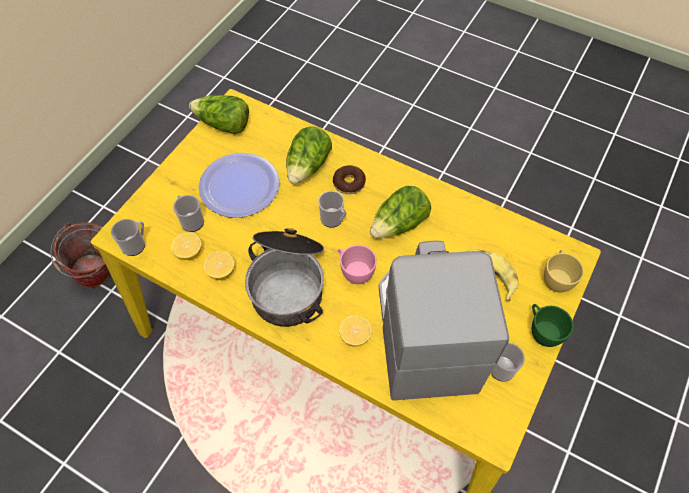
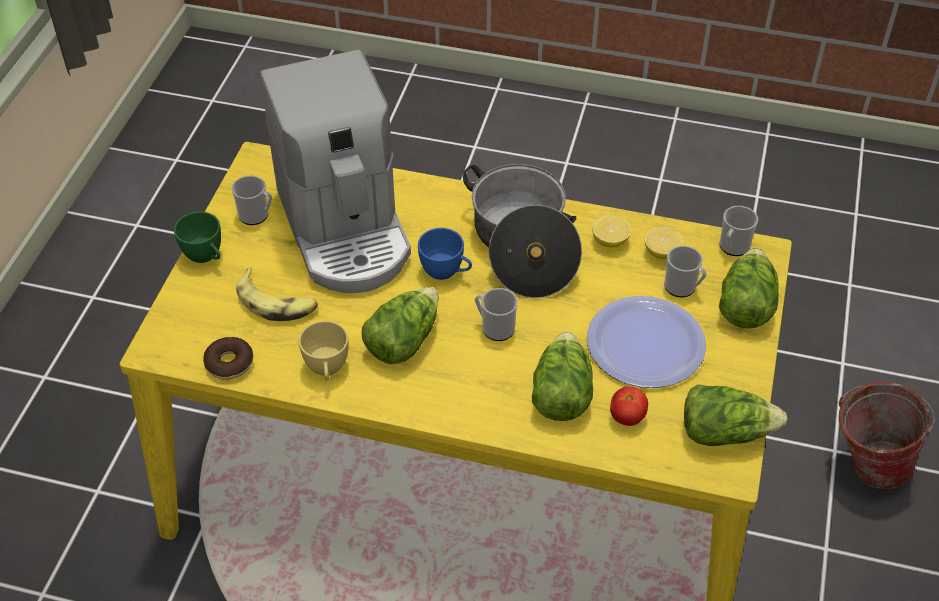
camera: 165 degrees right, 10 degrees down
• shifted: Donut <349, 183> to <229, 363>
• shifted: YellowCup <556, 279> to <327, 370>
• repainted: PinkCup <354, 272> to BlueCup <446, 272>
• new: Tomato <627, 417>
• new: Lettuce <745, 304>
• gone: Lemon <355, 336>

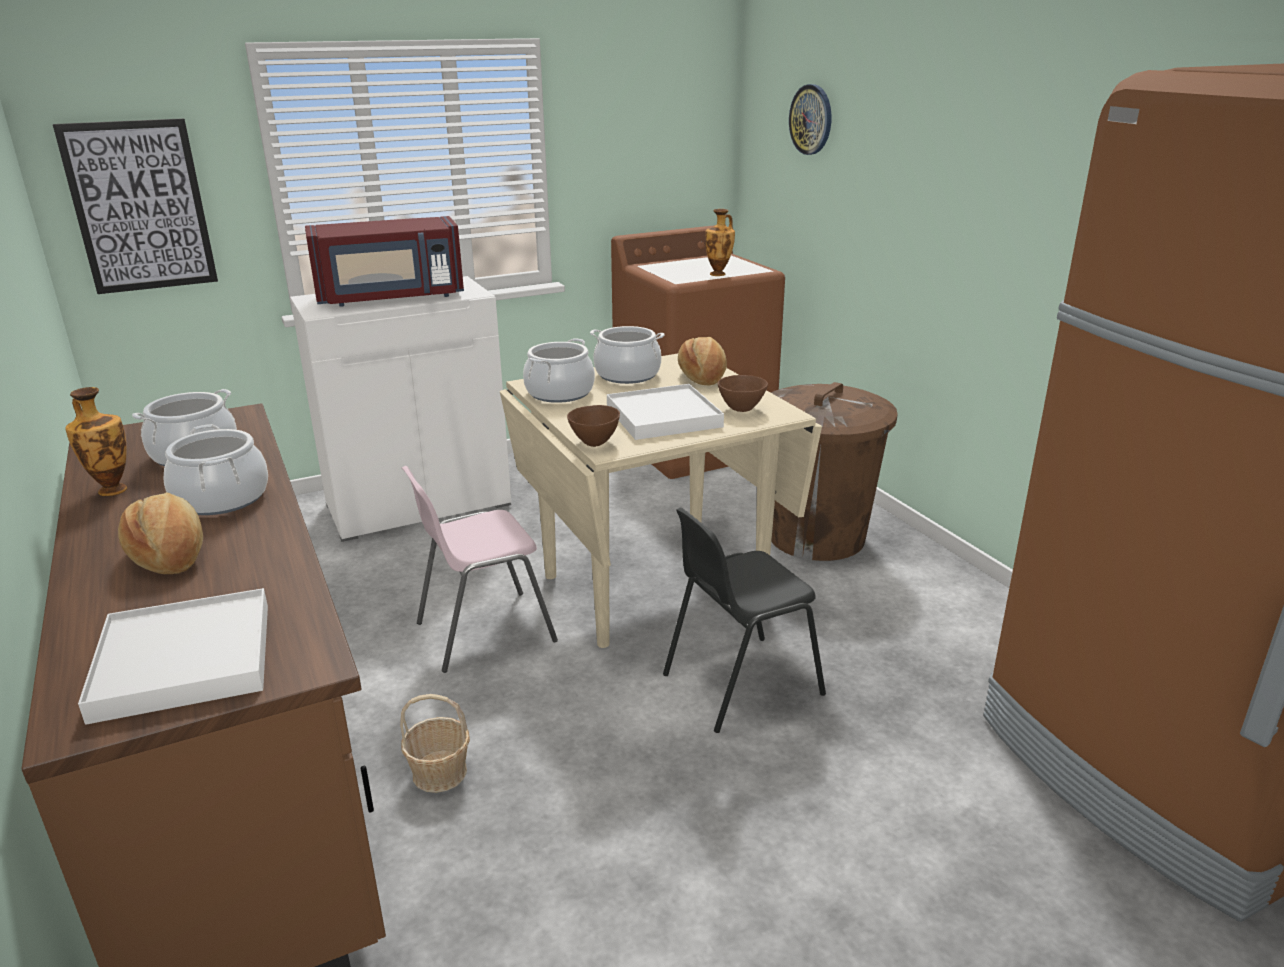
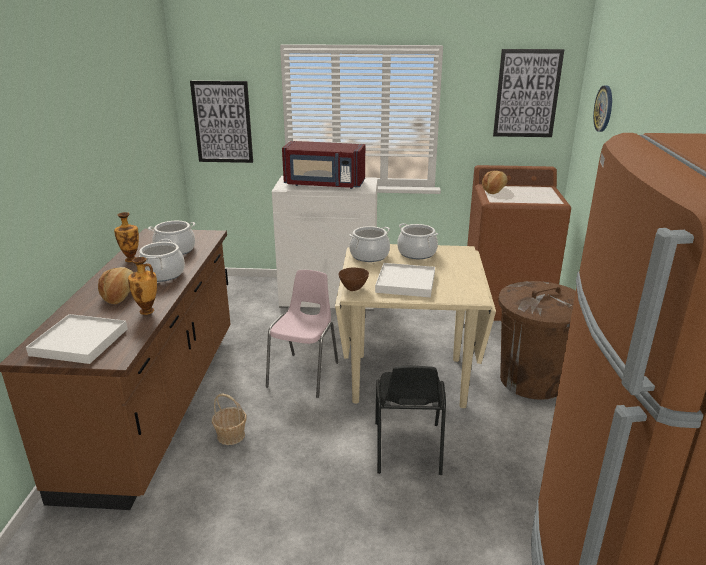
camera: 30 degrees right, 0 degrees up
• shifted: Vase <719, 274> to <147, 311>
• rotated: PinkChair <483, 631> = <304, 374> 105 degrees clockwise
• rotated: BlackChair <739, 683> = <407, 448> 90 degrees counterclockwise
• shifted: Bread <703, 376> to <494, 190>
• new: Picture <527, 94>
• gone: BrownBowl <741, 409>

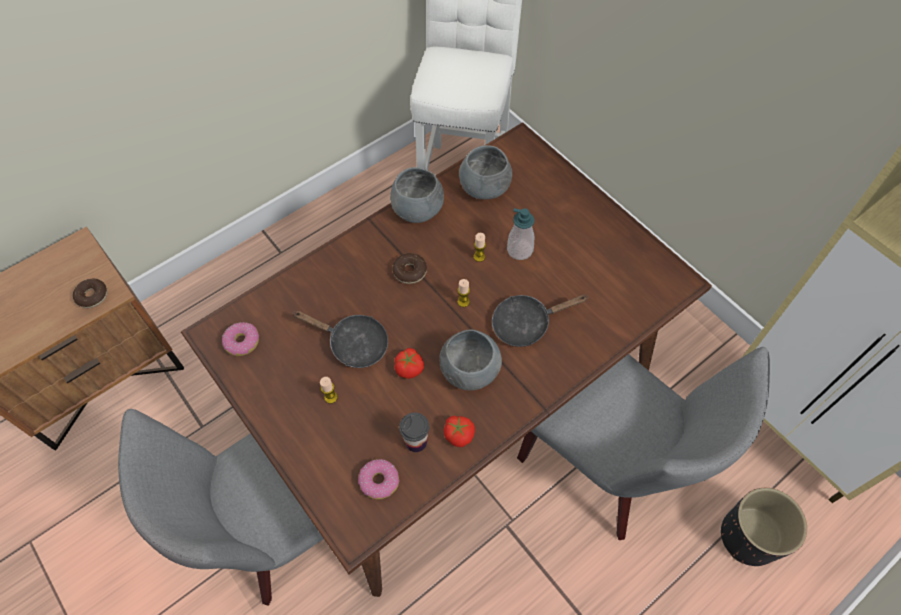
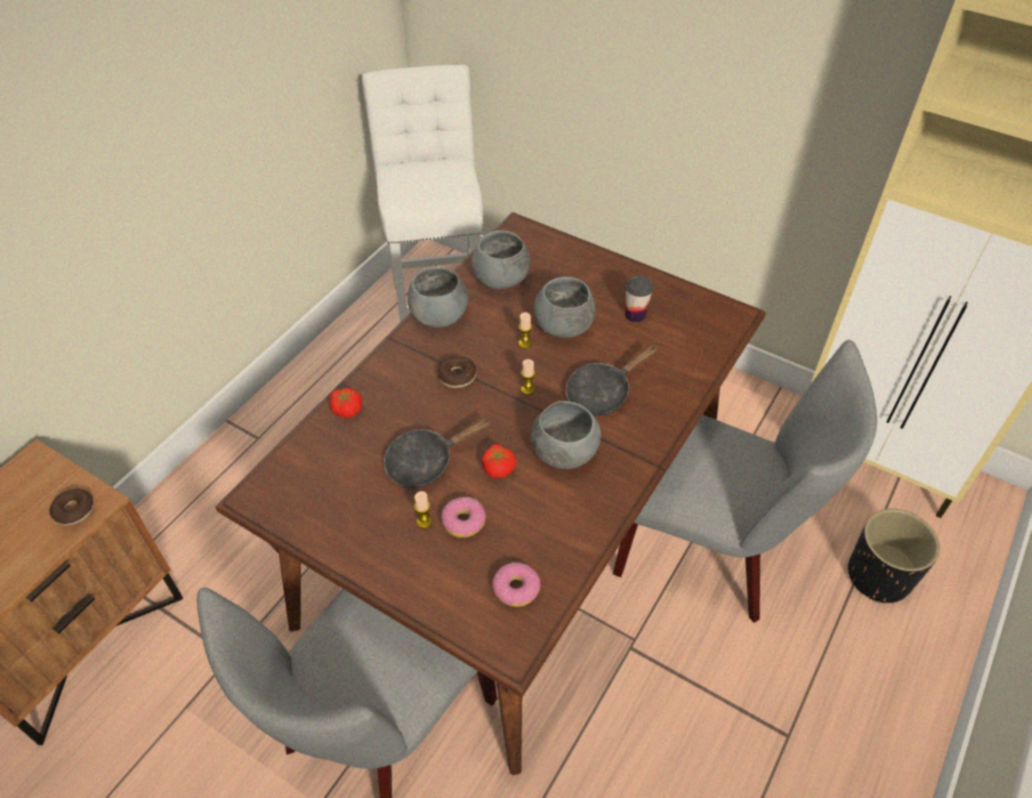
camera: 20 degrees left, 10 degrees down
• shifted: Tomato <459, 434> to <347, 409>
• rotated: BlackFryingPan <353, 344> = <426, 462> 150 degrees clockwise
• shifted: Donut <242, 342> to <464, 522>
• swapped: SoapDispenser <519, 250> to GreyBowl <564, 327>
• shifted: Cup <416, 442> to <635, 315>

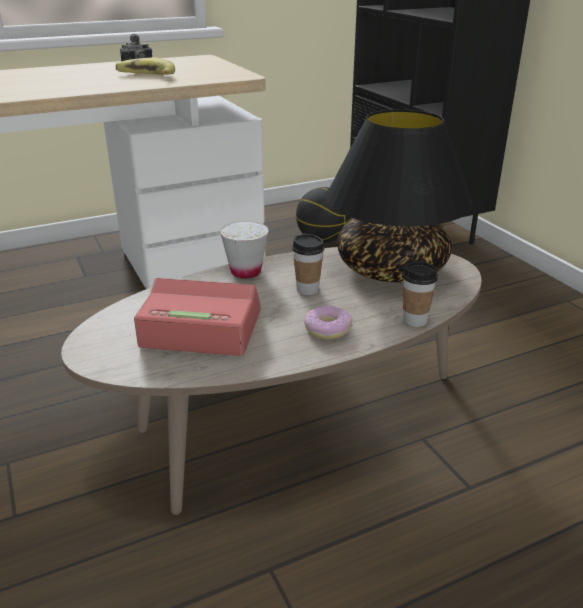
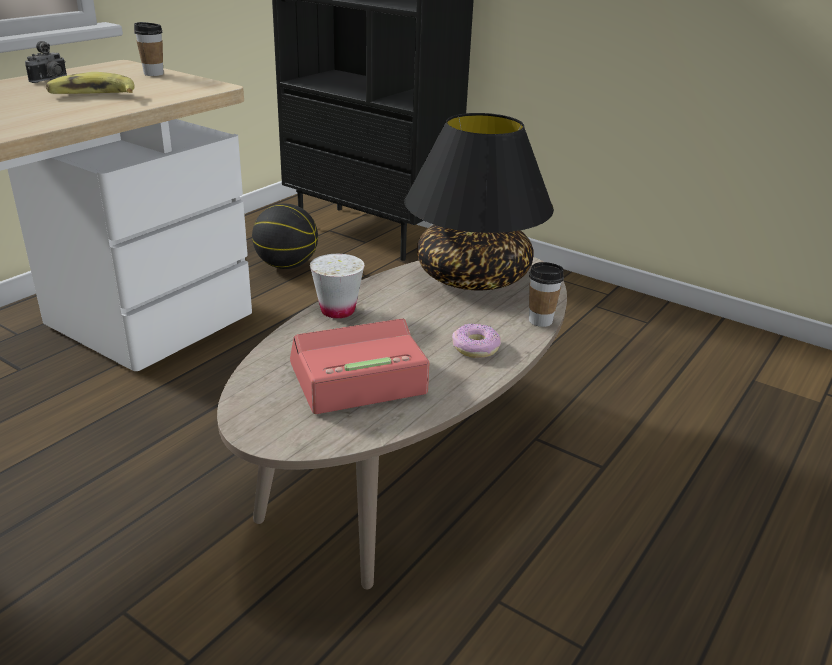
camera: 30 degrees left, 0 degrees up
• shifted: Cup <307, 290> to <153, 74>

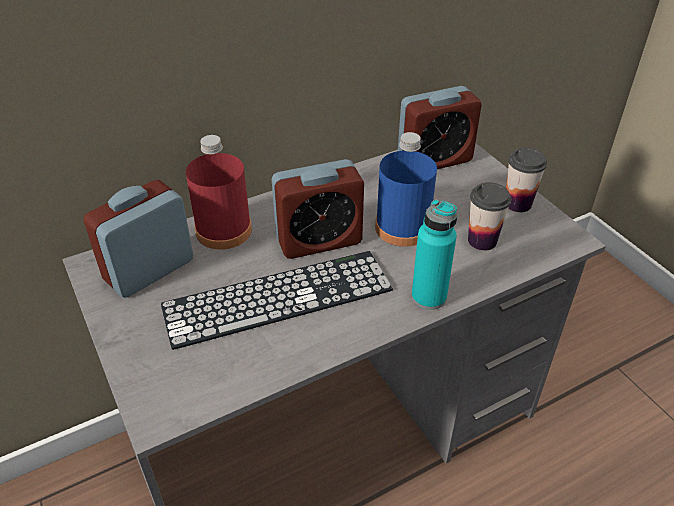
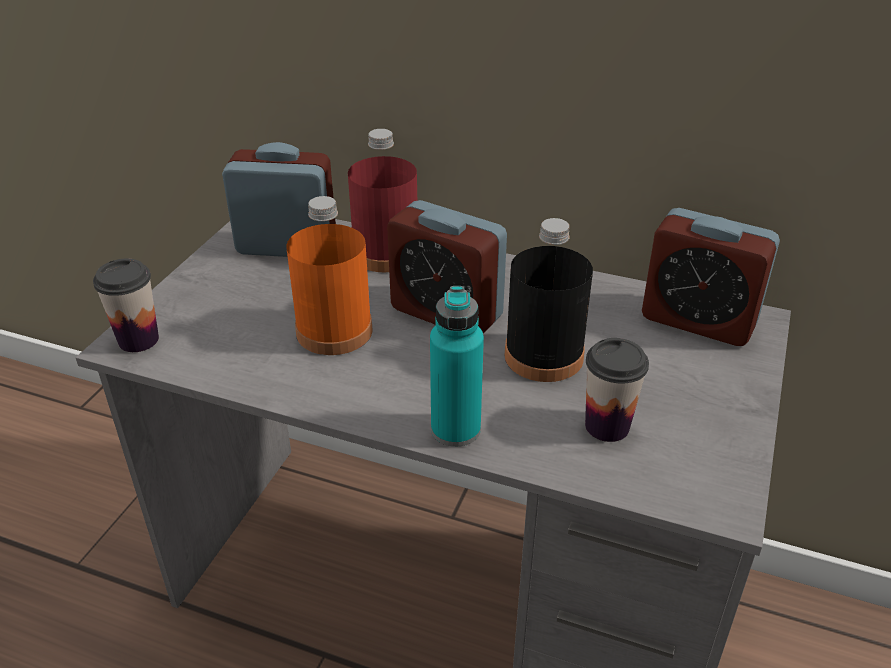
camera: 50 degrees right, 5 degrees down
• shifted: Cup <517, 203> to <138, 340>
• swapped: Keyboard <278, 297> to OrangeBottle <334, 331>
• repainted: BlueBottle <402, 228> to BlackBottle <543, 356>

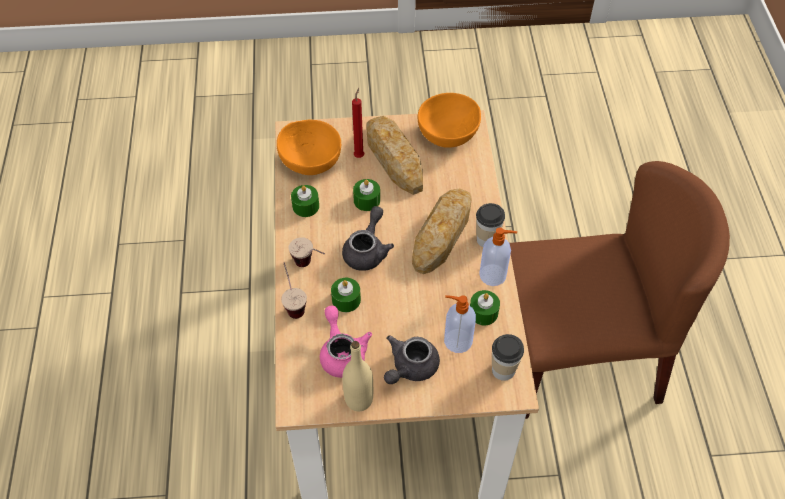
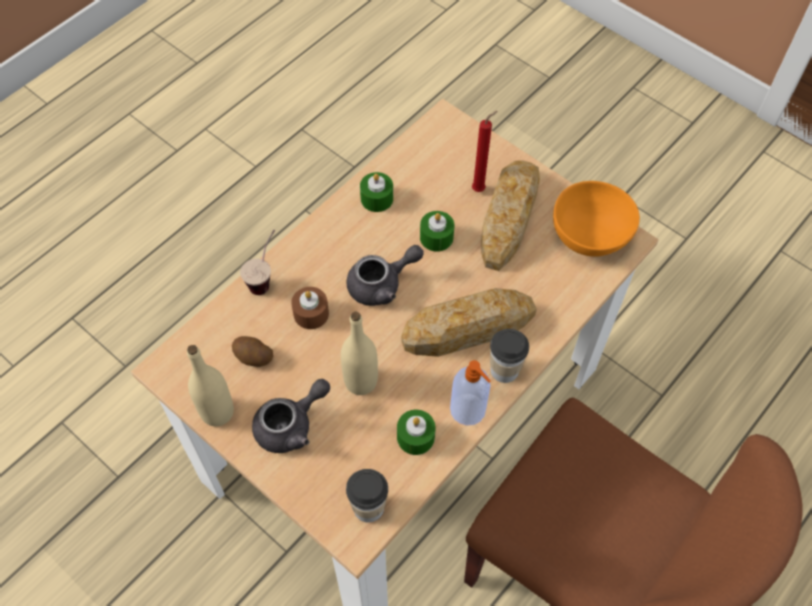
camera: 45 degrees right, 5 degrees up
• swapped: PinkTeapot <342, 352> to Potato <253, 357>
• rotated: GreyTeapot <410, 367> = <291, 425> 150 degrees clockwise
• repainted: GreenCandle <346, 300> to BrownCandle <311, 313>
• new: BeigeBottle <361, 381>
• gone: OrangeBowl <310, 160>
• gone: Cup <310, 266>
• gone: SoapDispenser <457, 341>

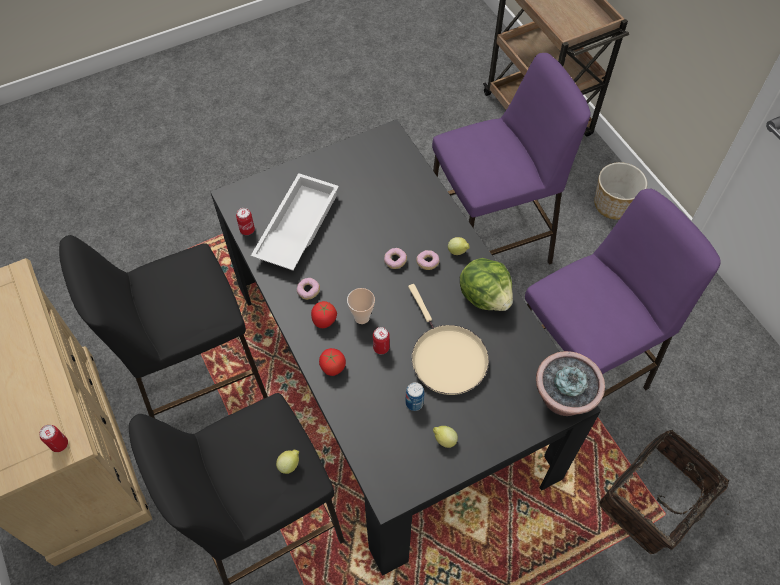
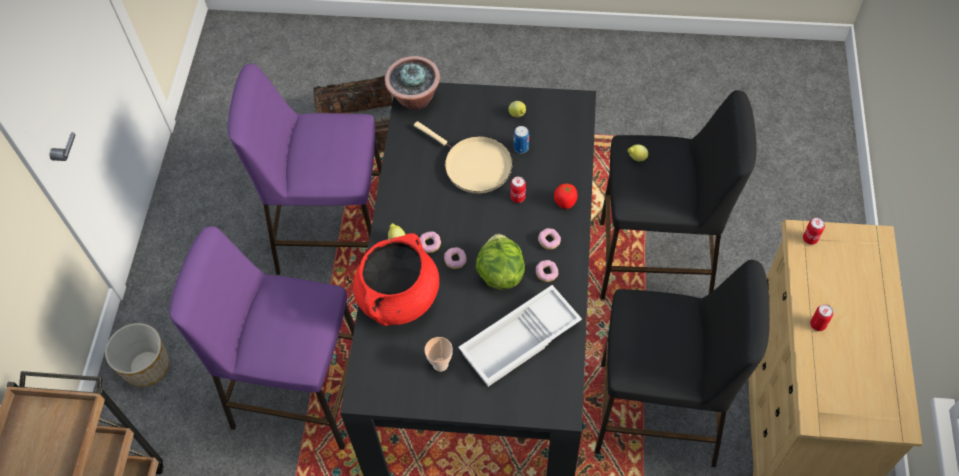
camera: 145 degrees left, 0 degrees up
• new: RedCookingPot <398, 298>
• rotated: BeigeFryingPan <446, 357> = <474, 165> 120 degrees clockwise
• shifted: Cup <362, 317> to <440, 364>
• shifted: Lettuce <485, 296> to <500, 273>
• swapped: Tomato <324, 321> to Donut <549, 241>
• shifted: Can <247, 230> to <818, 324>

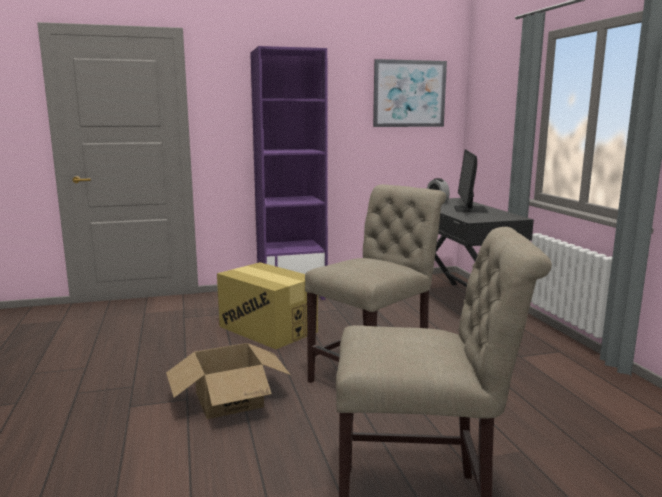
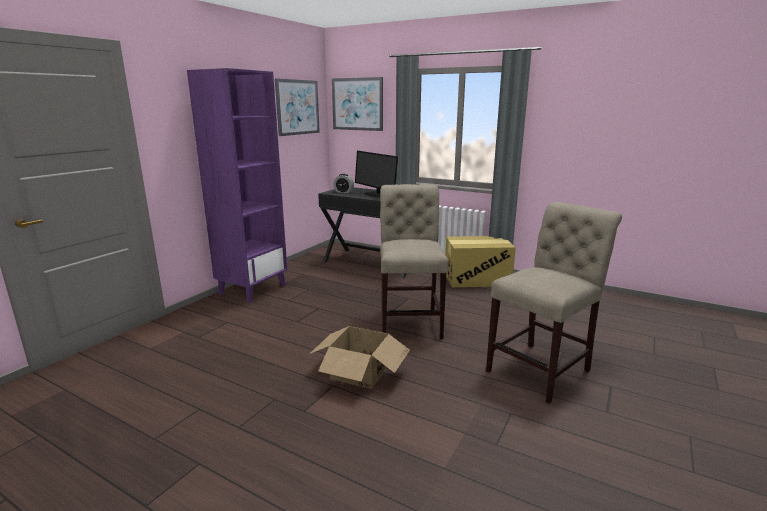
camera: 45 degrees left, 5 degrees up
• new: Picture <357, 104>
• shifted: CardboardBox <267, 329> to <476, 279>

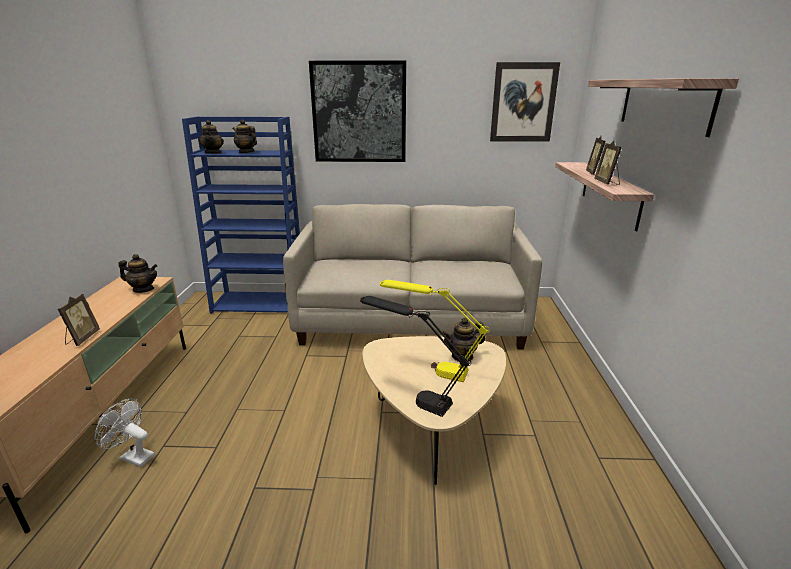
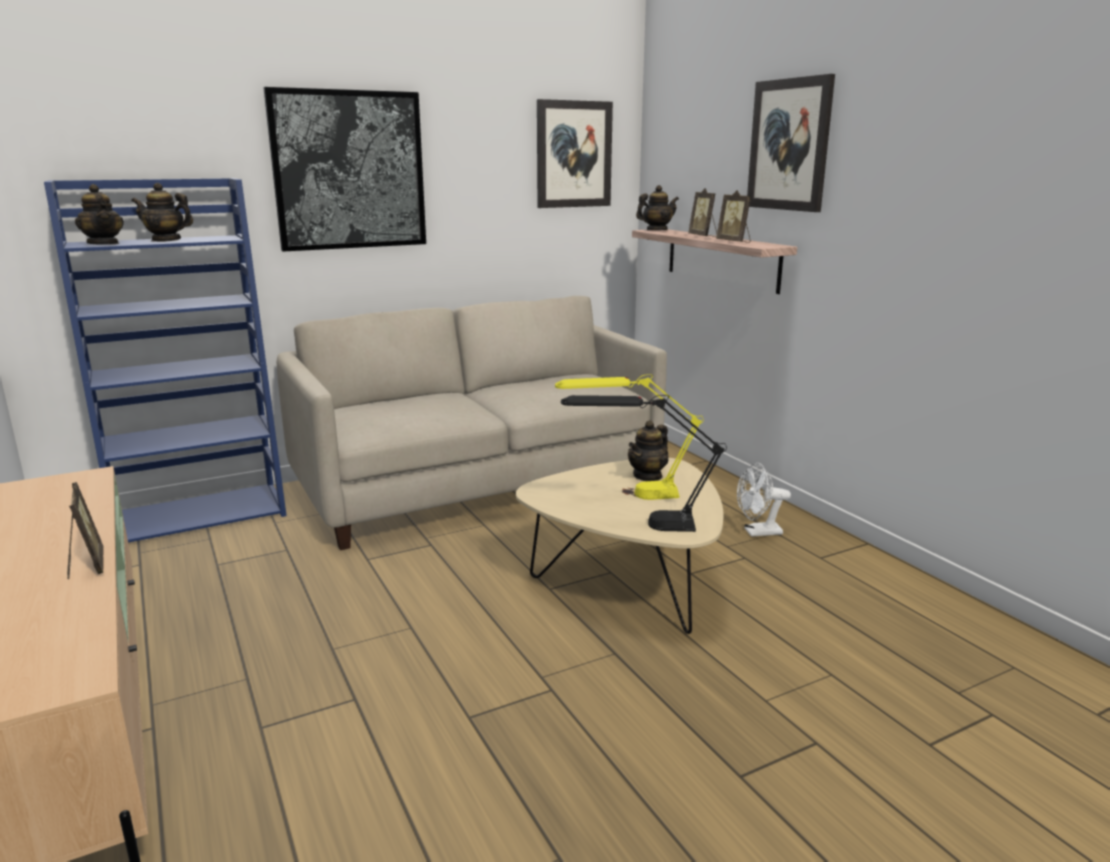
camera: 30 degrees left, 5 degrees down
• shifted: Teapot <143, 289> to <656, 230>
• shifted: WhiteFan <133, 456> to <757, 532>
• swapped: Shelf <663, 104> to Picture <789, 145>

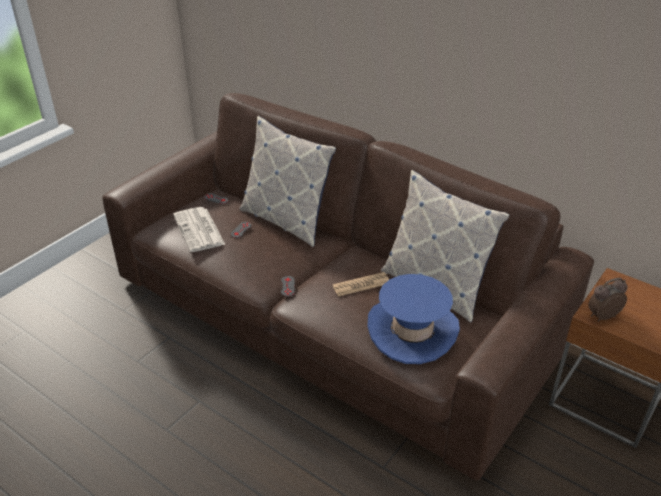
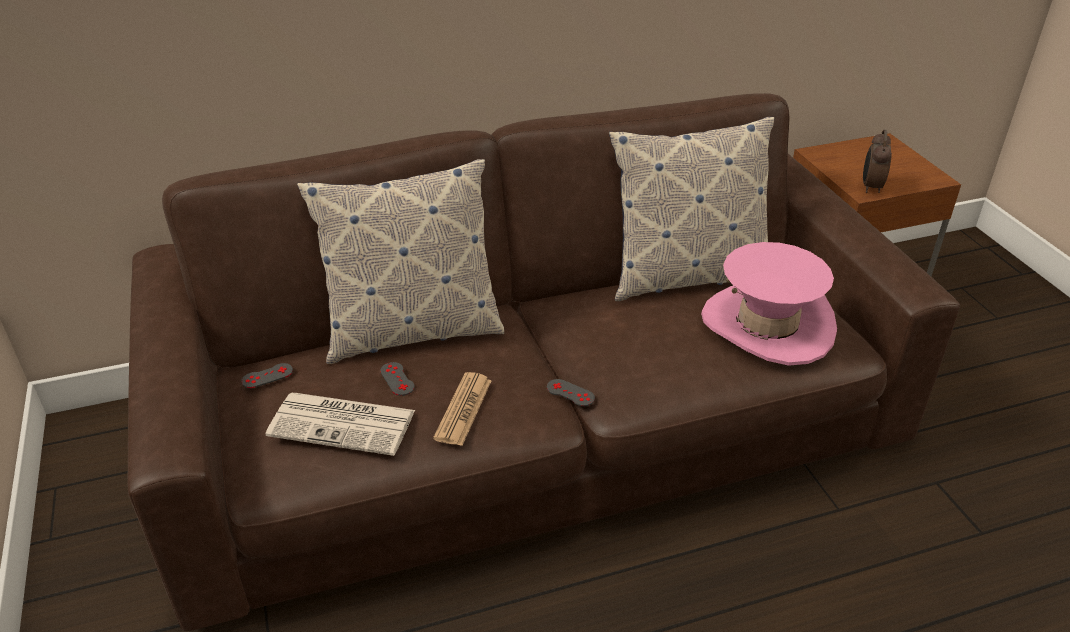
camera: 55 degrees left, 0 degrees up
• shifted: Newspaper <361, 285> to <463, 409>
• repainted: BlueHat <412, 331> to PinkHat <767, 325>

